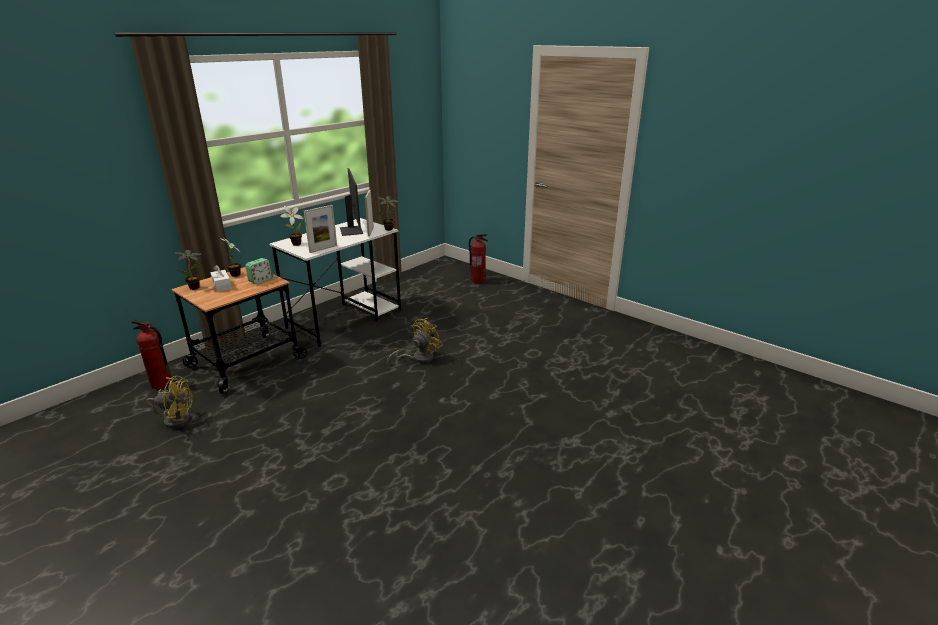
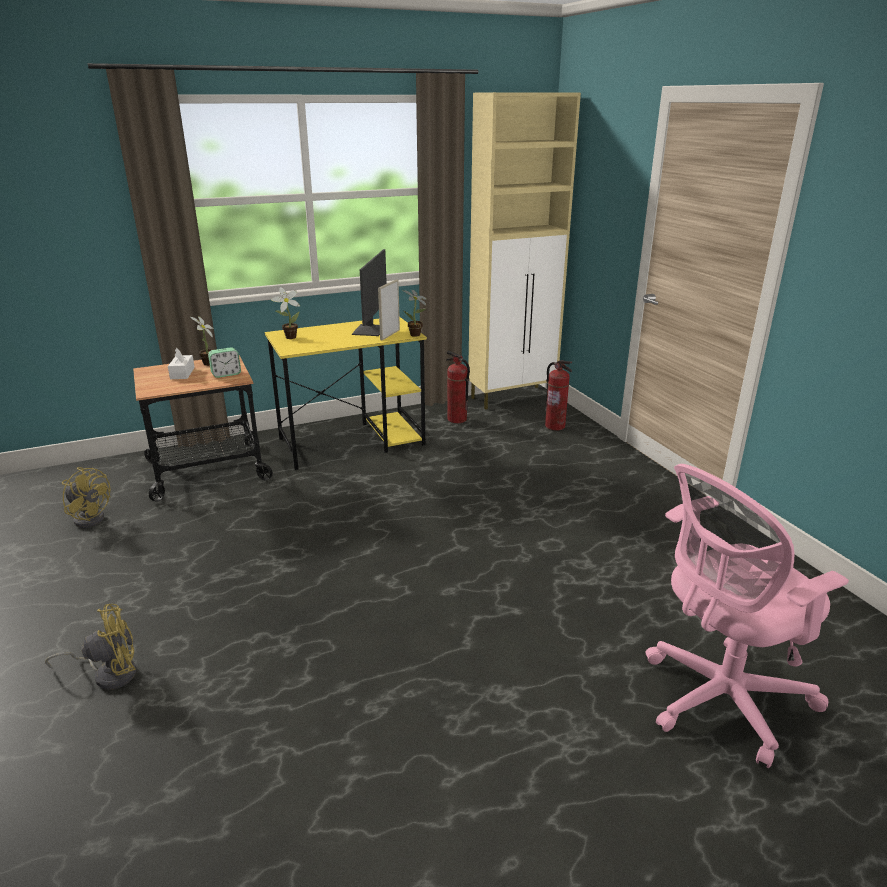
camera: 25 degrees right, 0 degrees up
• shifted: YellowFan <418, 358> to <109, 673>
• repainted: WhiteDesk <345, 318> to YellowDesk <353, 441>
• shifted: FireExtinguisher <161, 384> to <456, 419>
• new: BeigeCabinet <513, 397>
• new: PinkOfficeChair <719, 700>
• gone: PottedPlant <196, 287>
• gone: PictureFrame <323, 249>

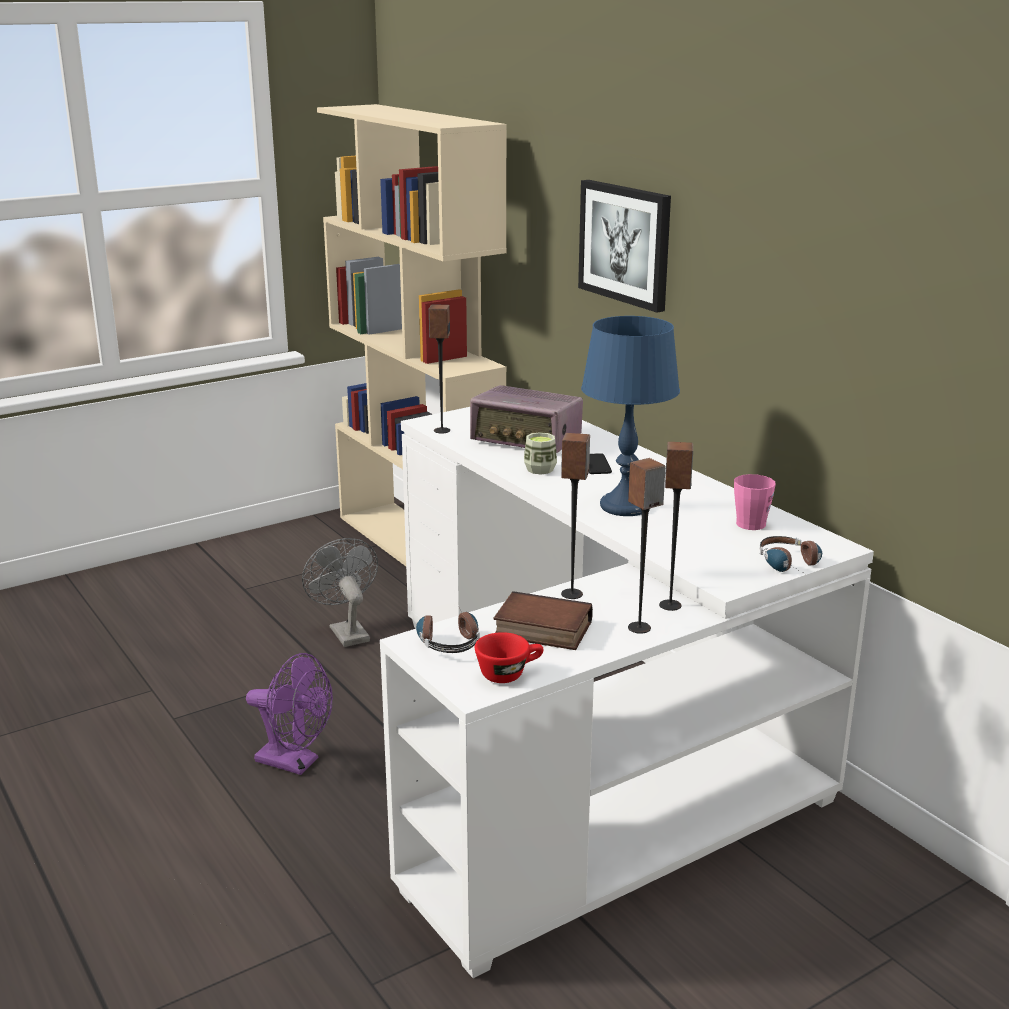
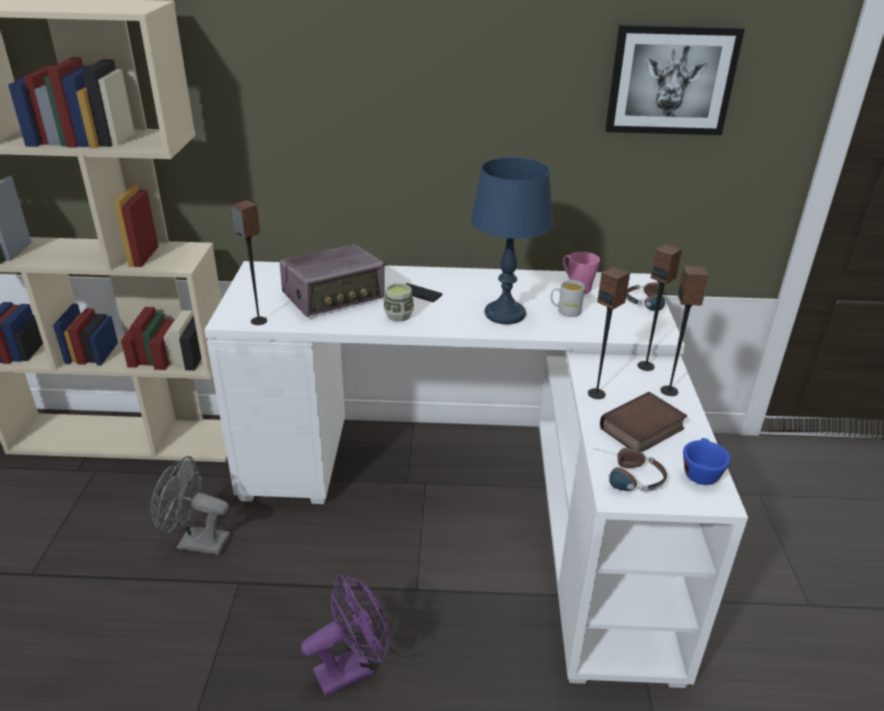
camera: 55 degrees left, 10 degrees up
• new: WhiteMug <565, 311>
• shifted: Picture <626, 243> to <671, 80>
• repainted: RedCup <509, 673> to BlueCup <700, 471>

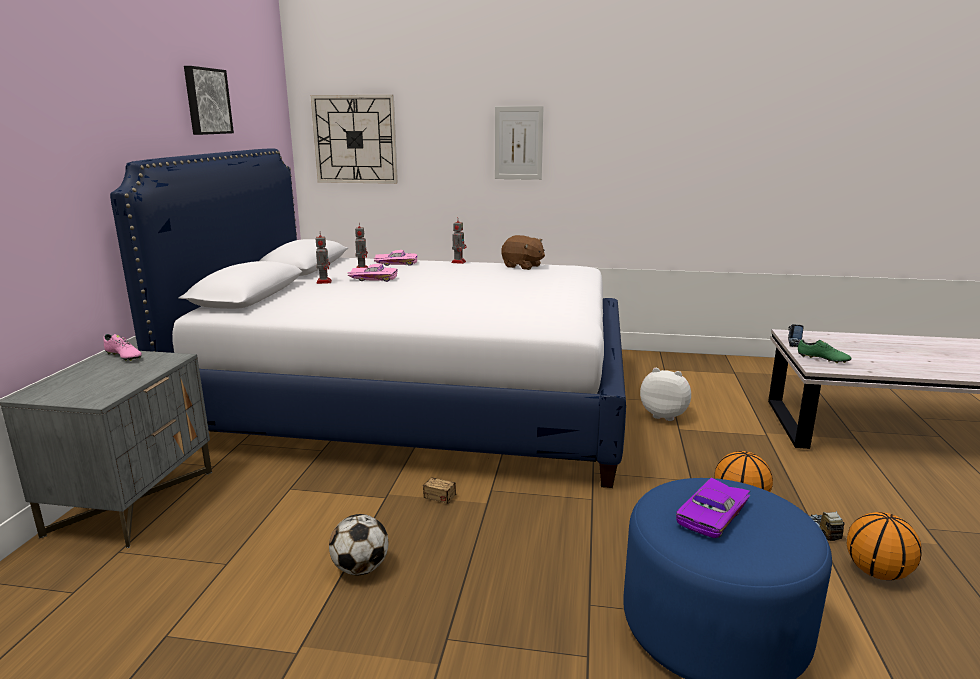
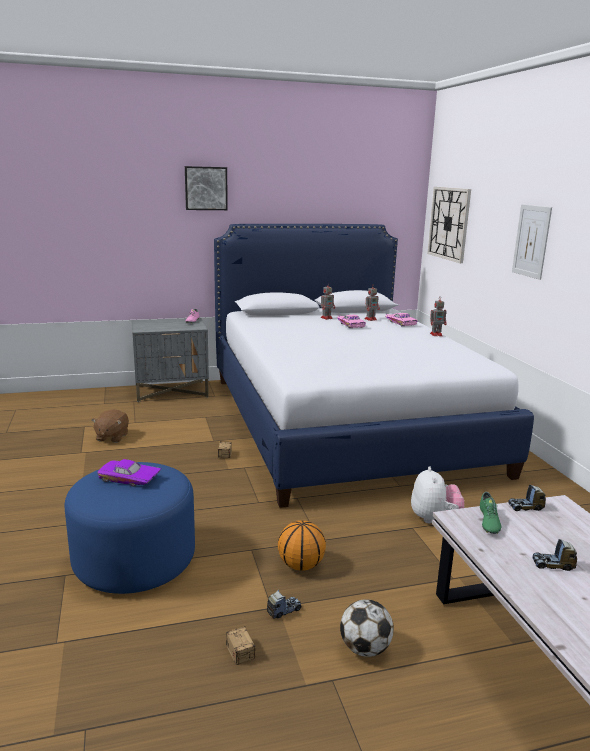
camera: 65 degrees right, 0 degrees up
• shifted: BrownPlushToy <522, 266> to <112, 437>
• shifted: Picture <206, 101> to <206, 188>
• swapped: Basketball <878, 572> to StorageBox <233, 638>
• shifted: Football <360, 568> to <365, 648>
• new: ToyTruck <553, 565>

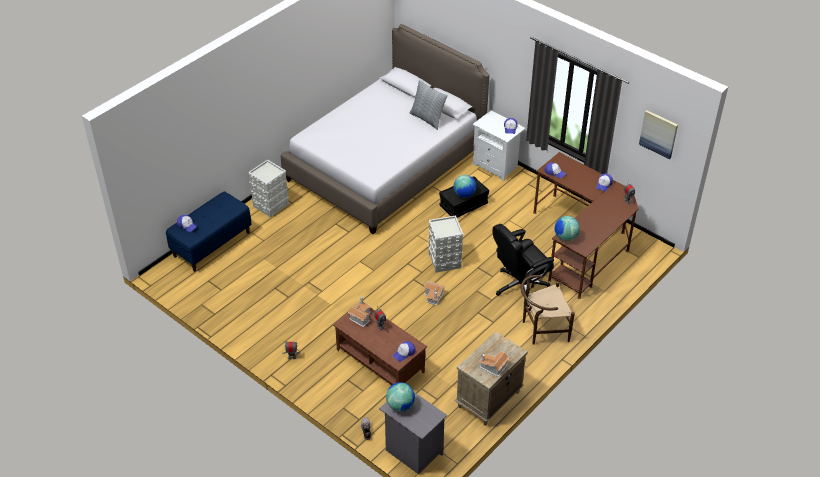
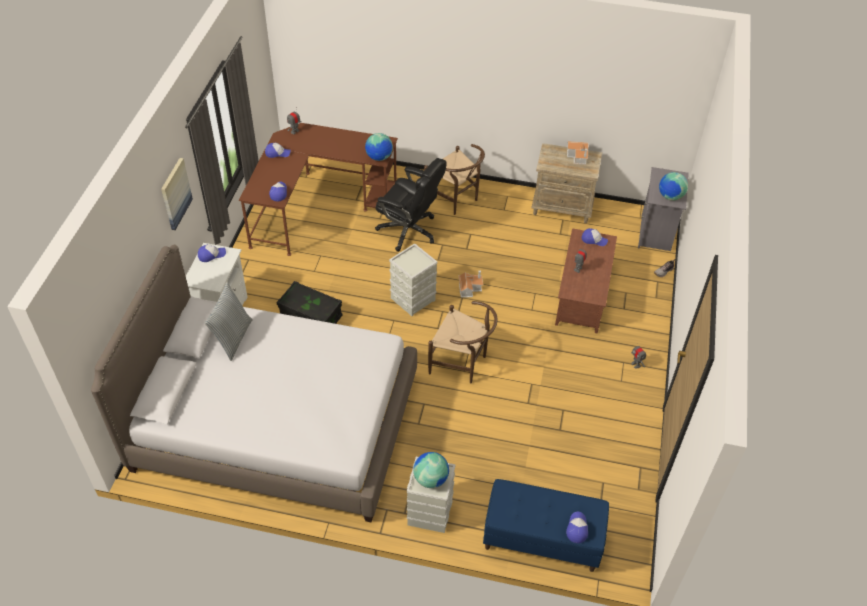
camera: 120 degrees left, 5 degrees up
• shifted: Picture <658, 134> to <175, 193>
• shifted: Globe <464, 194> to <430, 479>
• new: BrownChair <462, 364>
• gone: ToyHouse <360, 316>

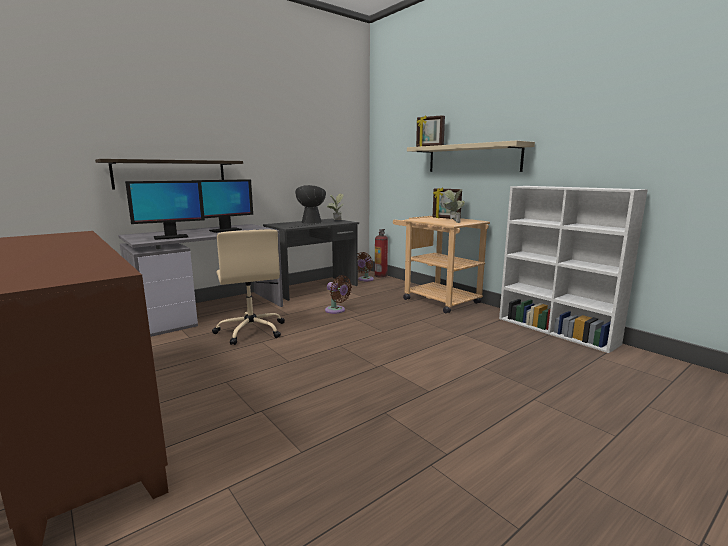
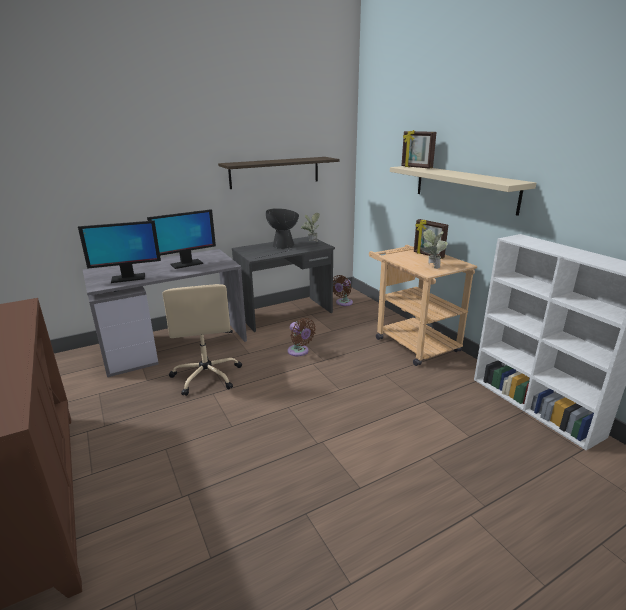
camera: 10 degrees right, 10 degrees up
• shifted: Shelf <171, 174> to <275, 172>
• gone: FireExtinguisher <381, 275>

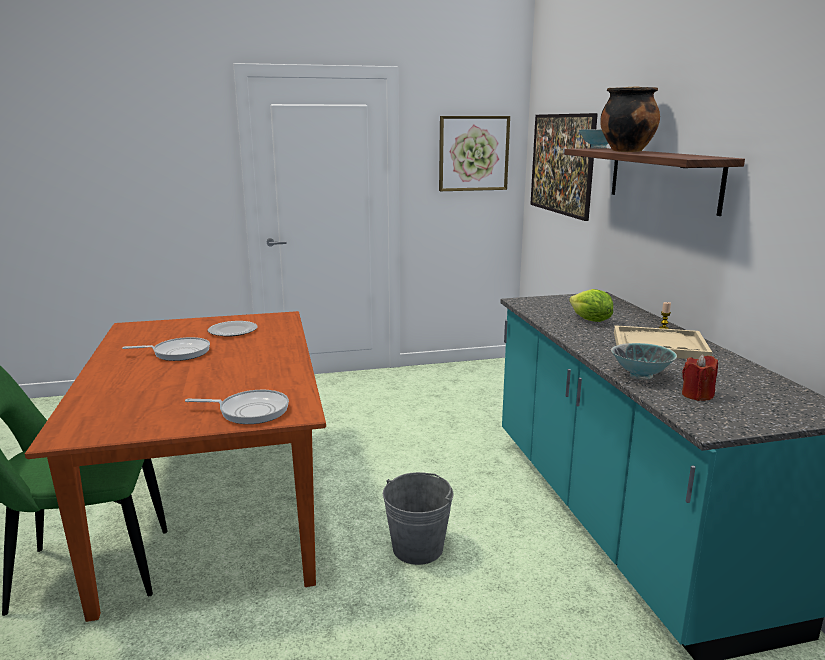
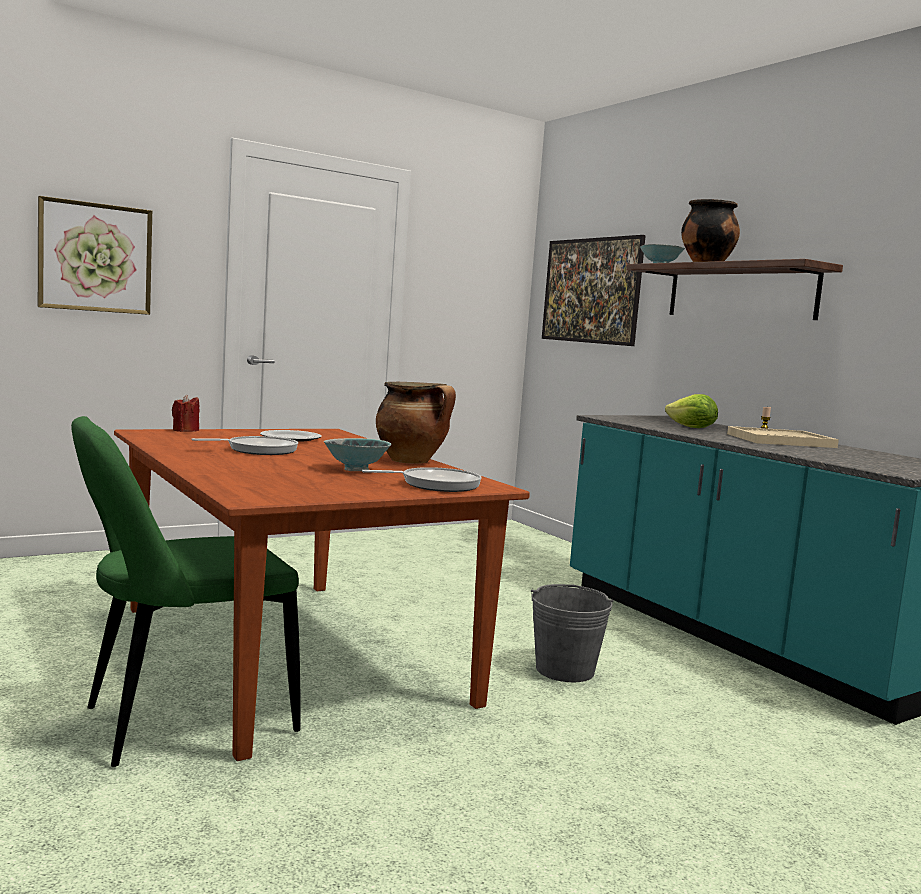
camera: 20 degrees left, 10 degrees down
• shifted: Picture <473, 153> to <95, 257>
• shifted: RedCandle <697, 395> to <185, 430>
• shifted: Bowl <641, 376> to <356, 470>
• new: CookingPot <412, 461>

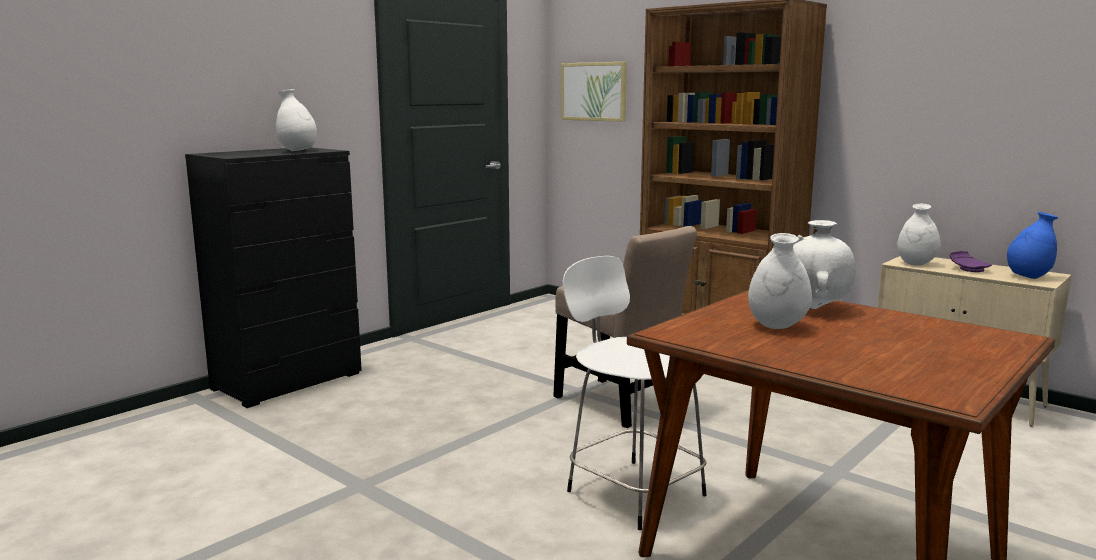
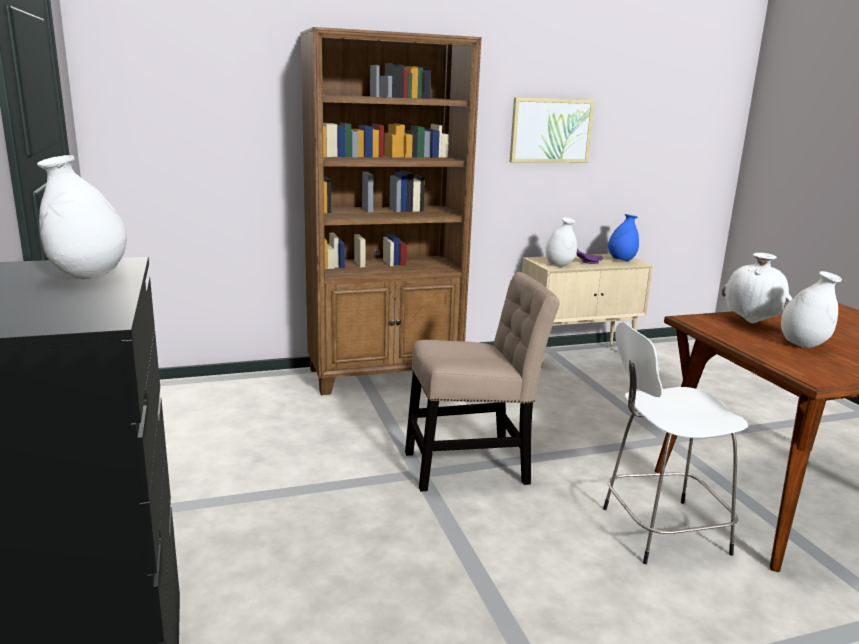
camera: 60 degrees left, 5 degrees up
• shifted: Picture <594, 91> to <550, 130>

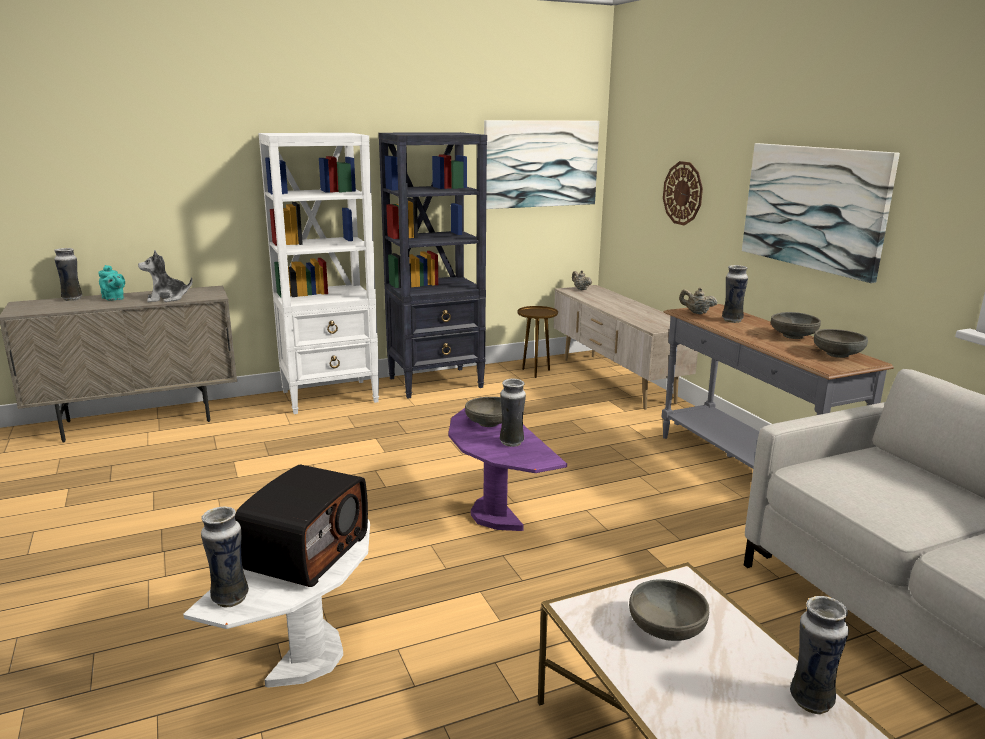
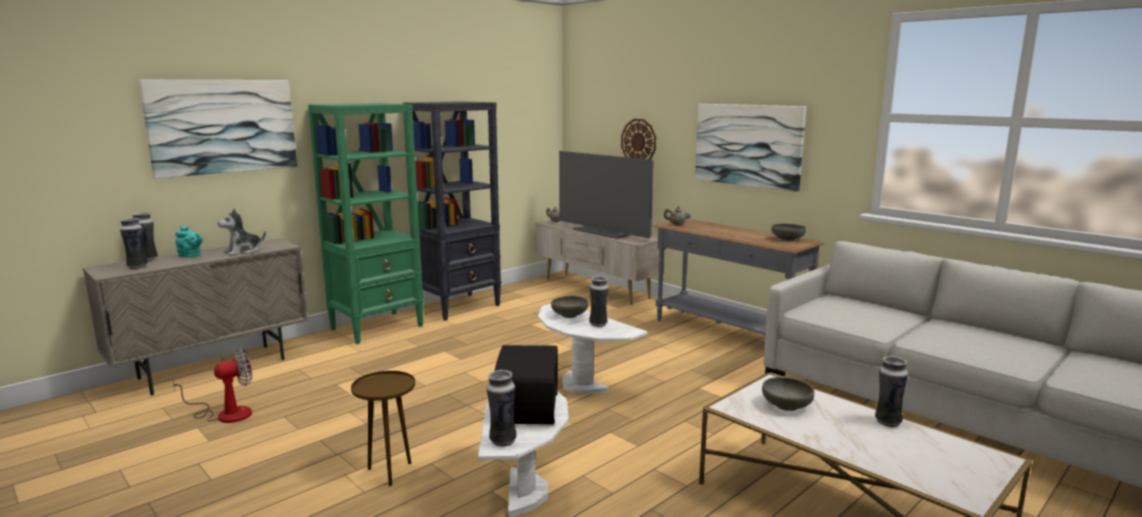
camera: 20 degrees left, 5 degrees down
• shifted: Vase <731, 320> to <137, 267>
• shifted: Picture <540, 164> to <223, 126>
• new: Fan <225, 414>
• repainted: WhiteBookcase <331, 396> to GreenBookcase <378, 327>
• shifted: BrownSideTable <535, 372> to <390, 472>
• repainted: PurpleSideTable <496, 515> to WhiteSideTable <581, 385>
• new: Television <604, 232>
• gone: GreyBowl <793, 336>

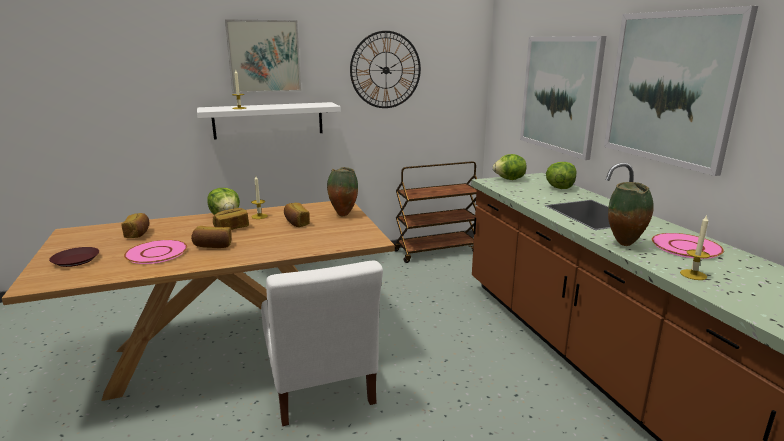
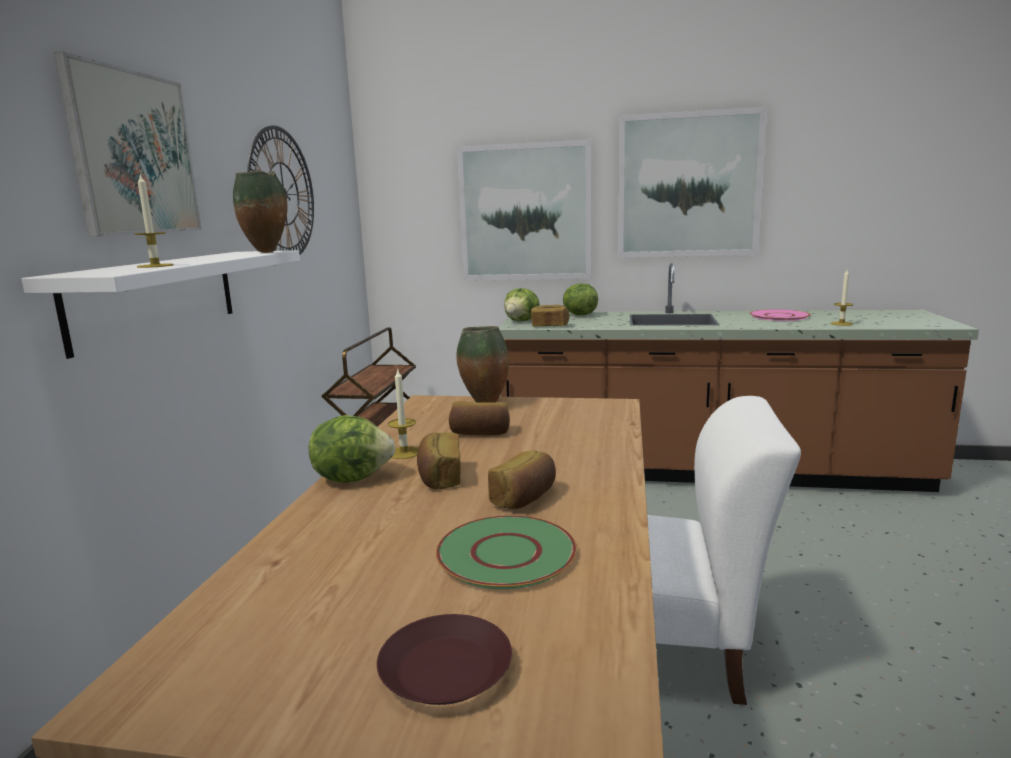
camera: 60 degrees left, 5 degrees down
• shifted: Vase <624, 245> to <267, 252>
• repainted: PinkPlate <156, 253> to GreenPlate <505, 553>
• shifted: Bread <138, 234> to <549, 326>

